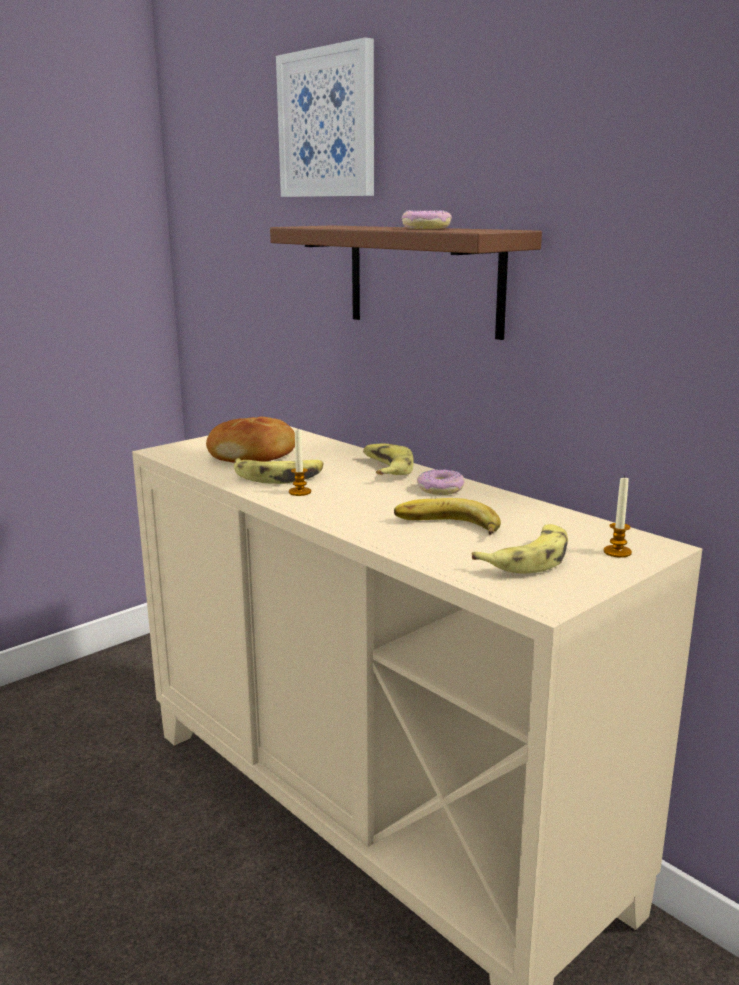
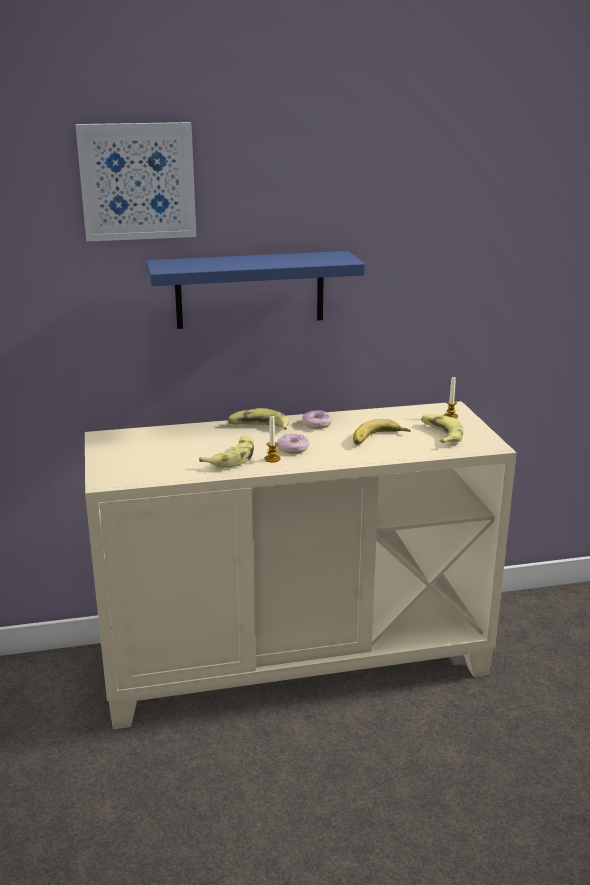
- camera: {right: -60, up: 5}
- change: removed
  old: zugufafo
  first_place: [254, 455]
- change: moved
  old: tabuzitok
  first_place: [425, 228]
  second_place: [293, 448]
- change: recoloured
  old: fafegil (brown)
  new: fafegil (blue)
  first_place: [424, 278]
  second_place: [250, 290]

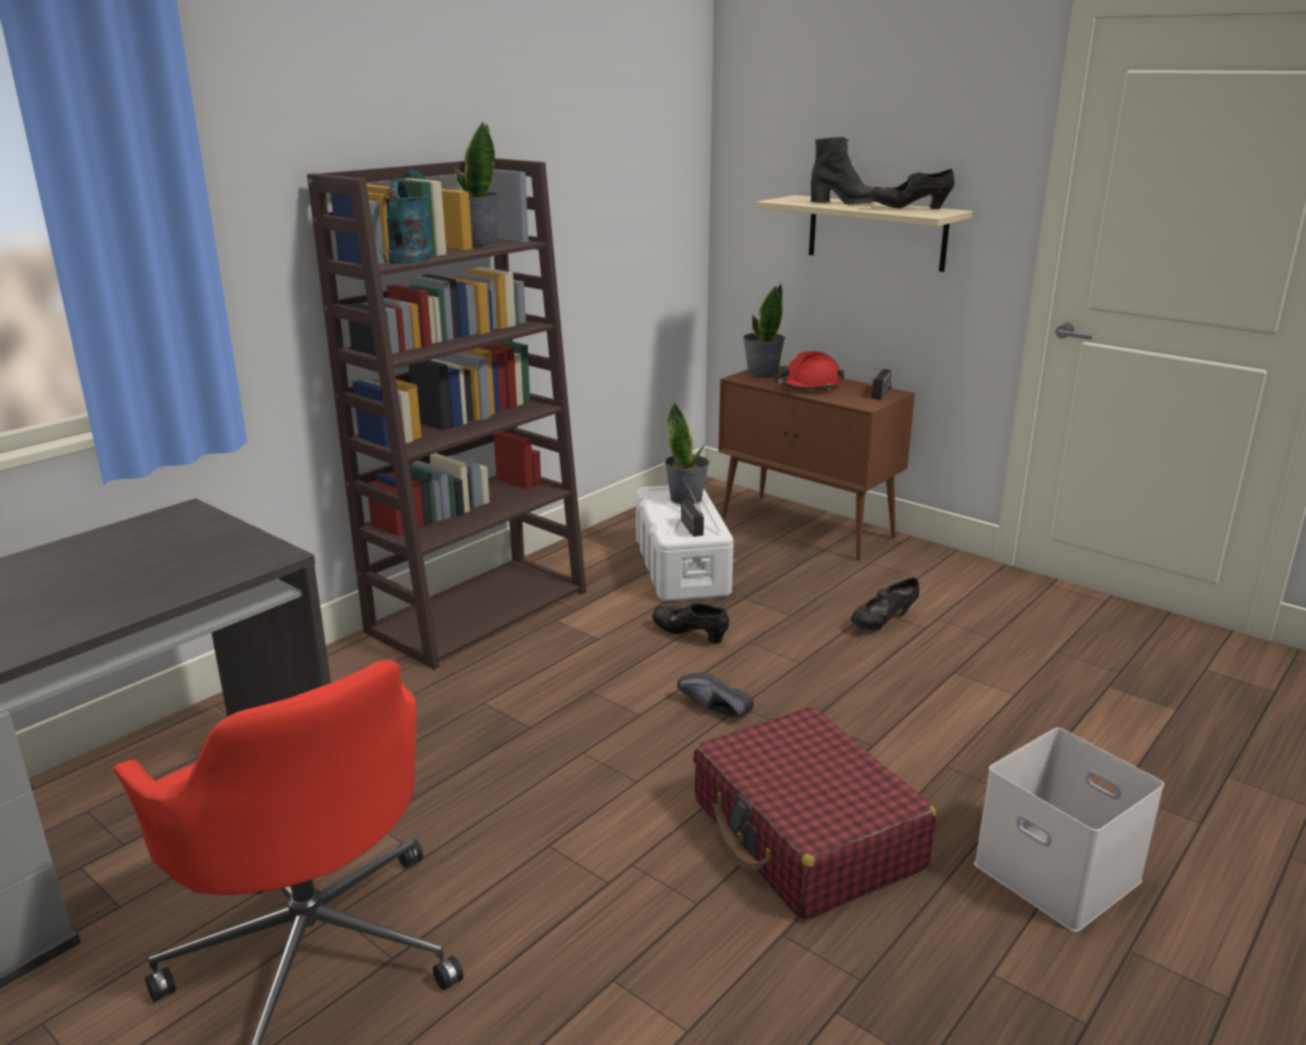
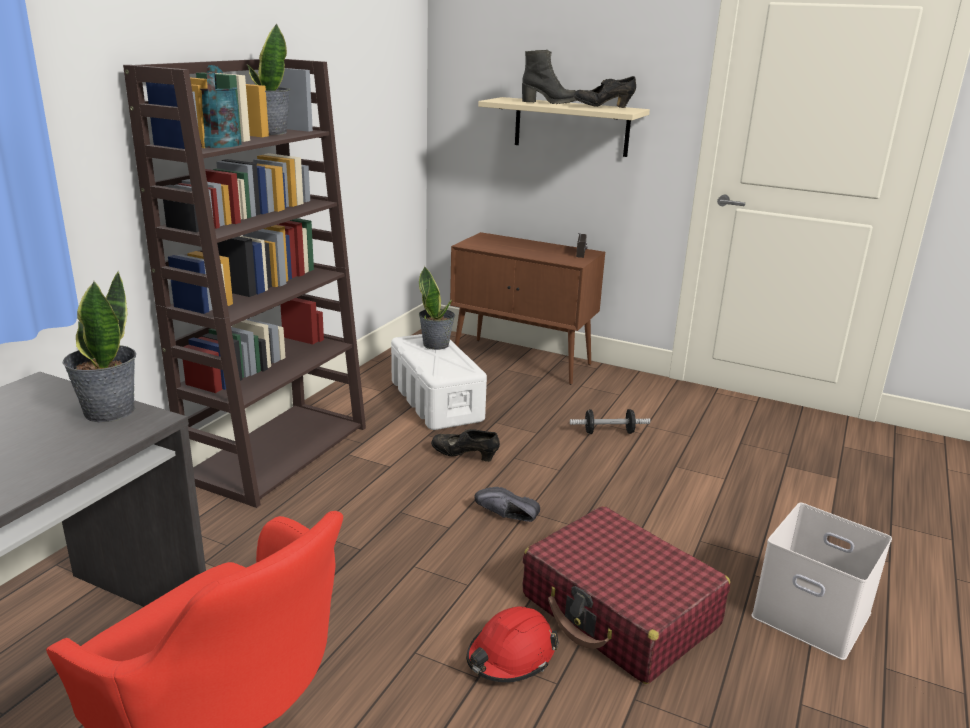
- camera: {right: -15, up: 0}
- change: removed
  old: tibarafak
  first_place: [687, 523]
- change: moved
  old: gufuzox
  first_place: [762, 374]
  second_place: [108, 411]
- change: moved
  old: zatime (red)
  first_place: [808, 386]
  second_place: [511, 656]
- change: replaced
  old: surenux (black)
  new: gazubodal
  first_place: [883, 622]
  second_place: [608, 432]

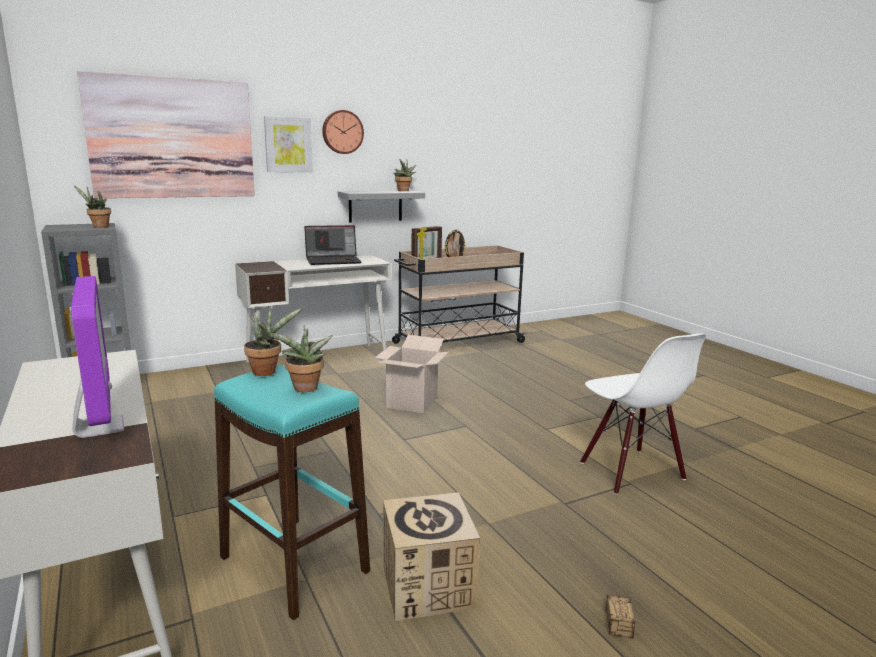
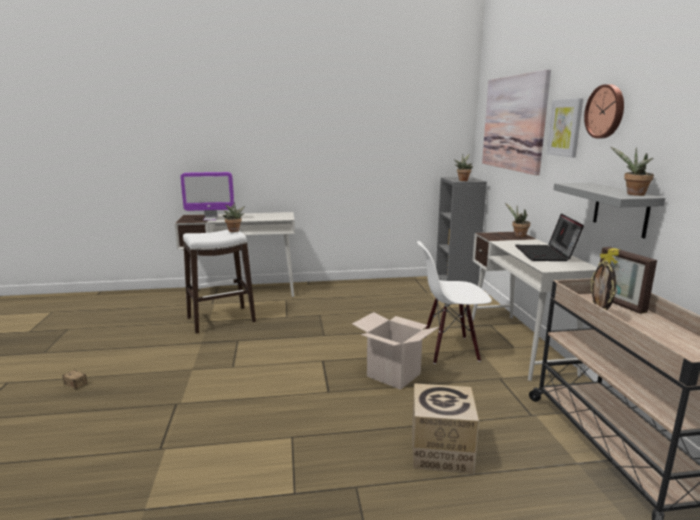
- camera: {right: 110, up: 0}
- change: moved
  old: gufuzox
  first_place: [305, 389]
  second_place: [518, 235]
- change: moved
  old: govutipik
  first_place: [428, 586]
  second_place: [441, 451]
- change: moved
  old: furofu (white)
  first_place: [630, 471]
  second_place: [449, 349]
- change: recoloured
  old: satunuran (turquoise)
  new: satunuran (white)
  first_place: [295, 564]
  second_place: [221, 320]

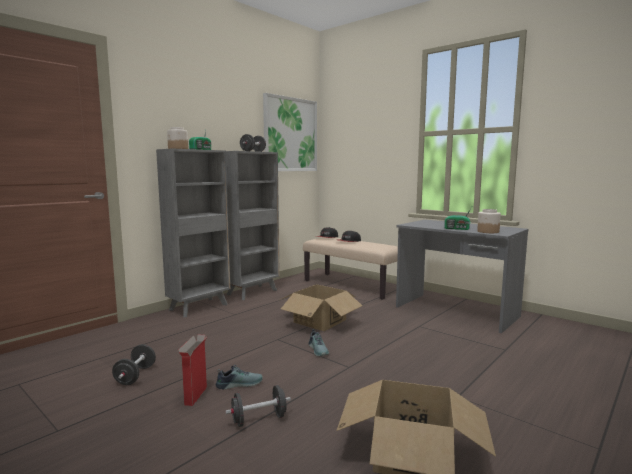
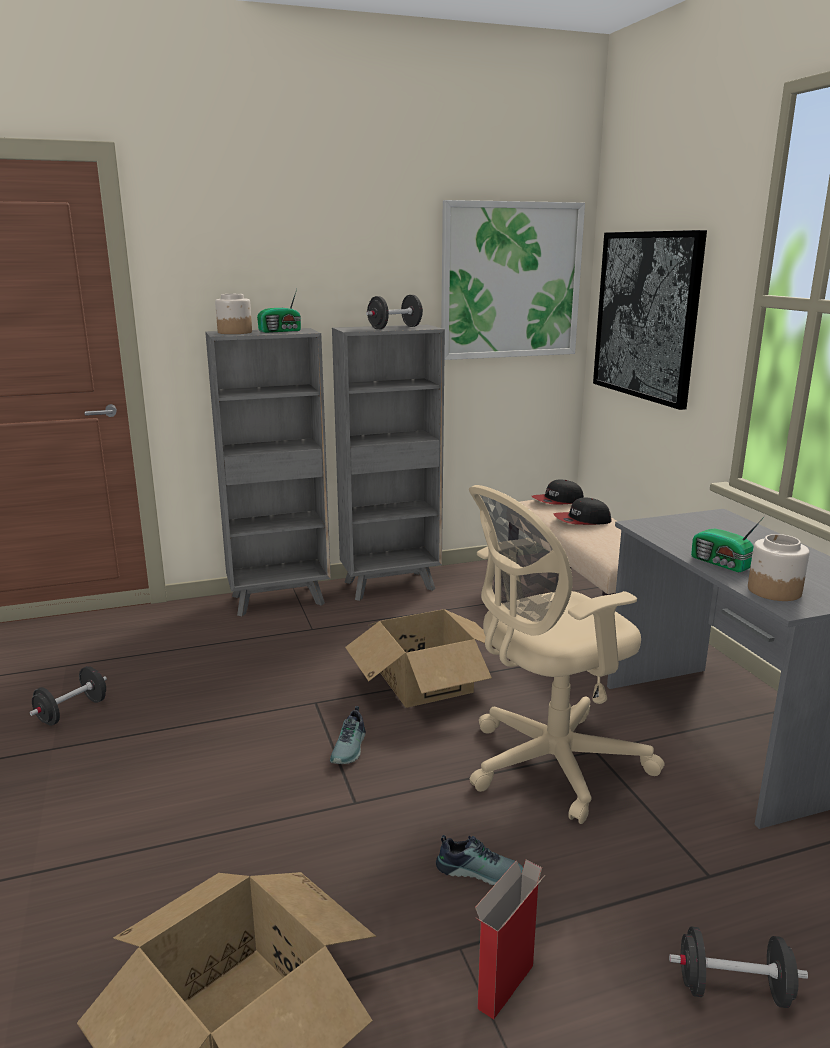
- camera: {right: 30, up: 10}
- change: added
  new: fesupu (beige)
  second_place: [548, 765]
- change: added
  new: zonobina
  second_place: [646, 316]
- change: moved
  old: govutipik
  first_place: [195, 396]
  second_place: [505, 988]
- change: moved
  old: surenux
  first_place: [239, 384]
  second_place: [480, 870]
- change: moved
  old: gazubodal (black)
  first_place: [259, 419]
  second_place: [733, 989]

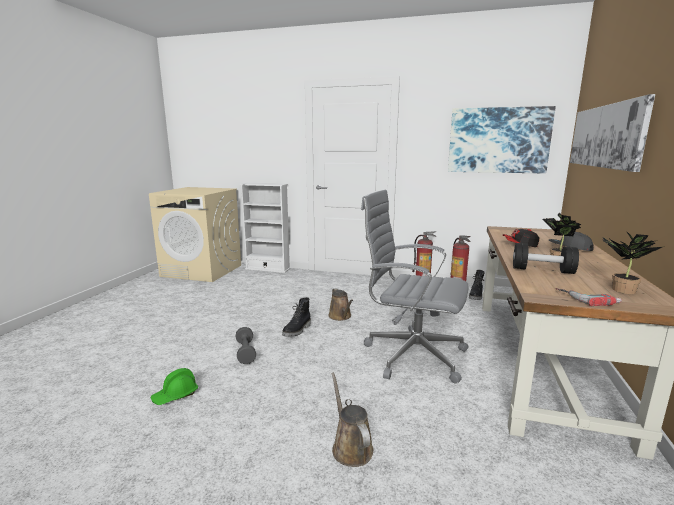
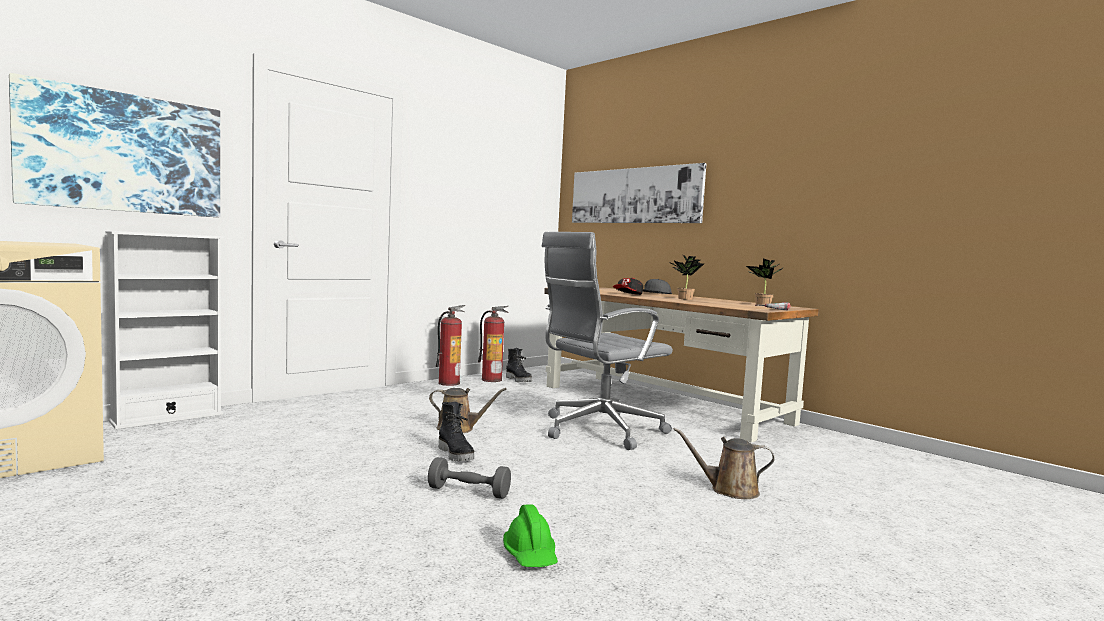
- camera: {right: -60, up: -10}
- change: removed
  old: gazubodal (black)
  first_place: [542, 270]
- change: moved
  old: zonobina
  first_place: [498, 140]
  second_place: [124, 153]

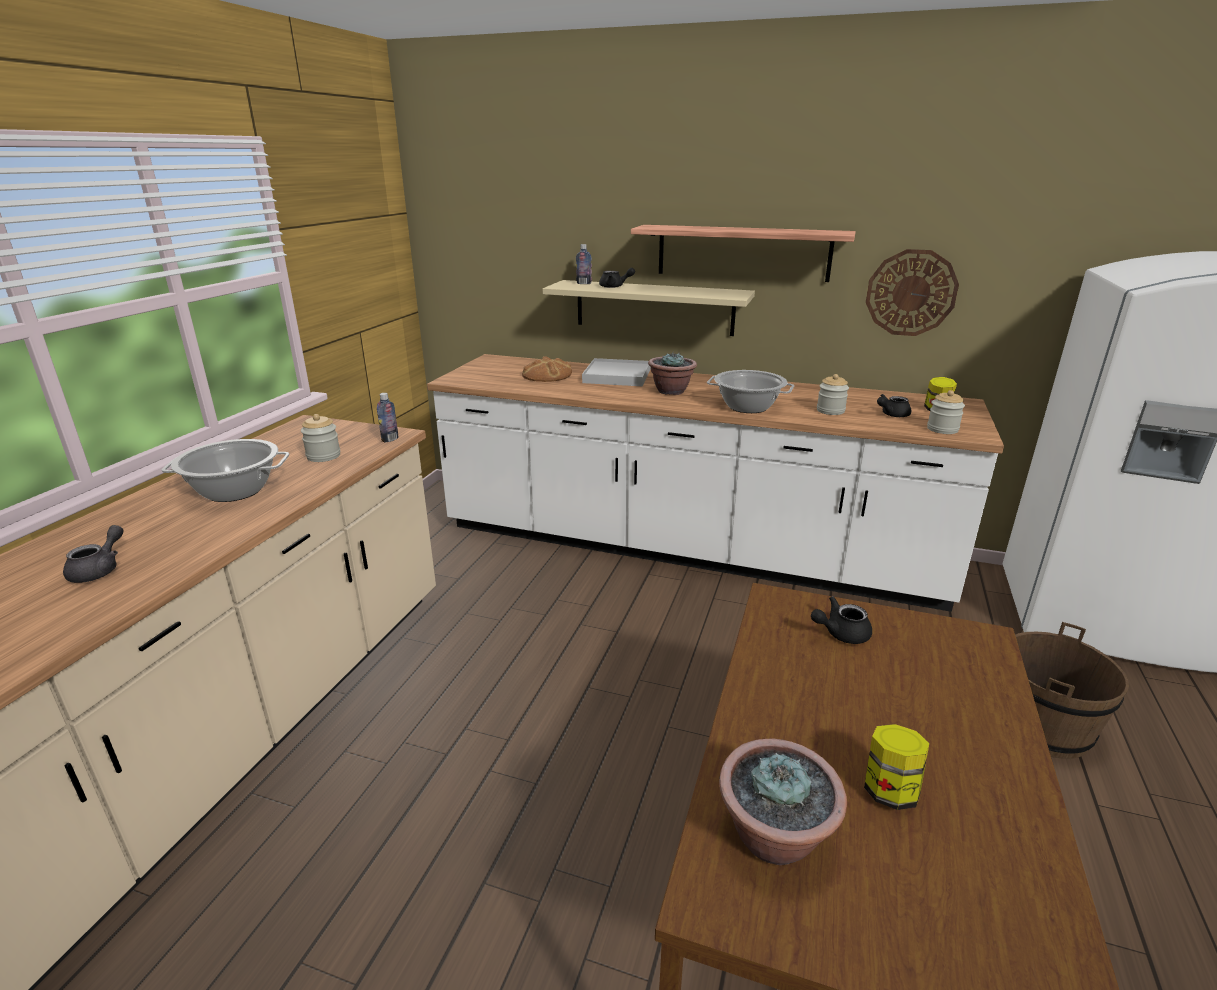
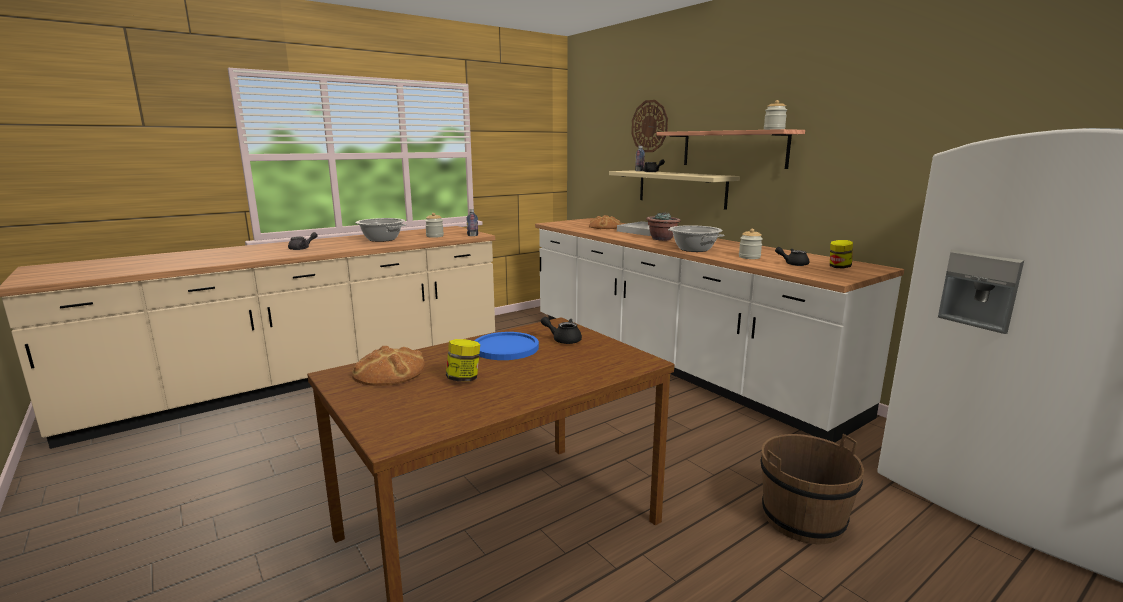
- camera: {right: 35, up: -10}
- change: added
  new: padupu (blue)
  second_place: [506, 348]
- change: moved
  old: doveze
  first_place: [911, 293]
  second_place: [649, 126]
- change: moved
  old: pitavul
  first_place: [942, 429]
  second_place: [774, 129]
- change: replaced
  old: gufuzox
  new: zugufafo
  first_place: [775, 838]
  second_place: [389, 372]

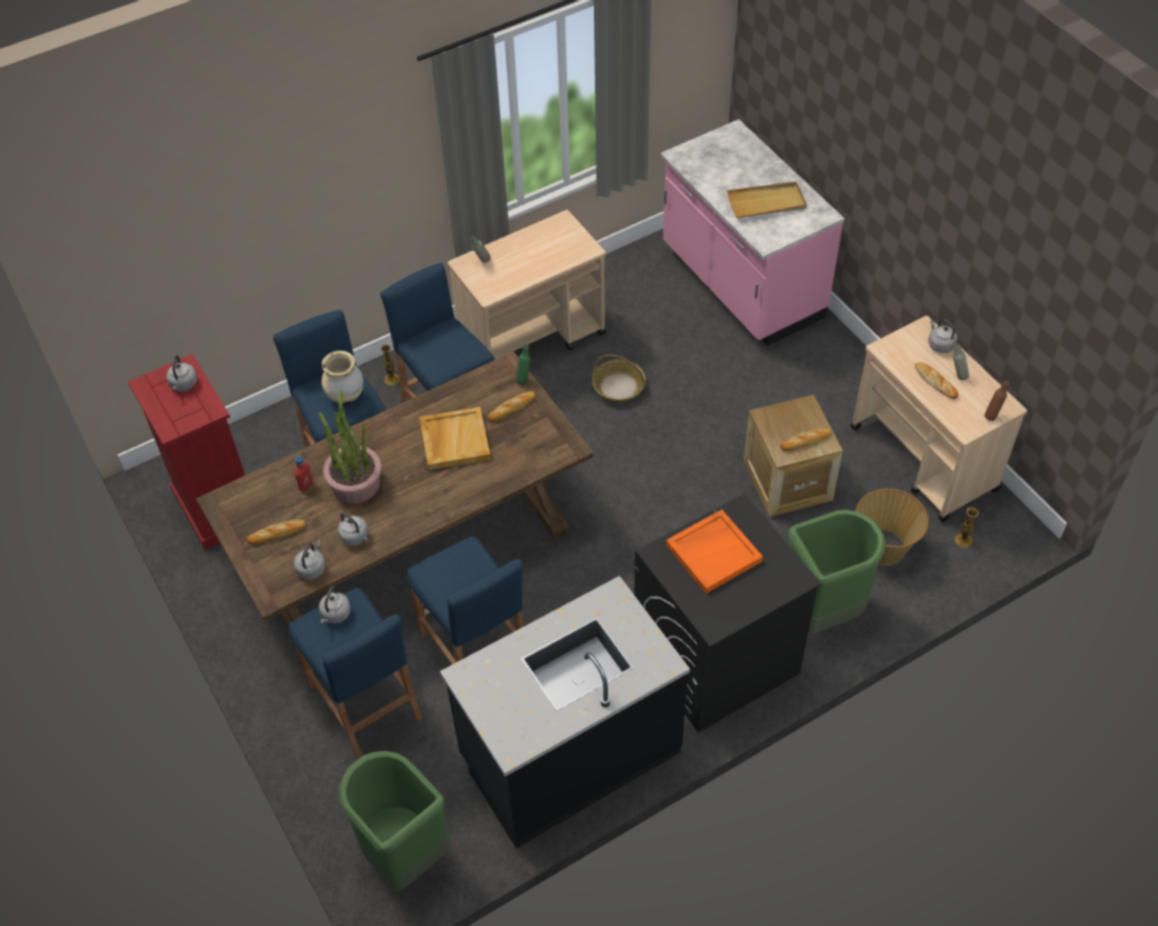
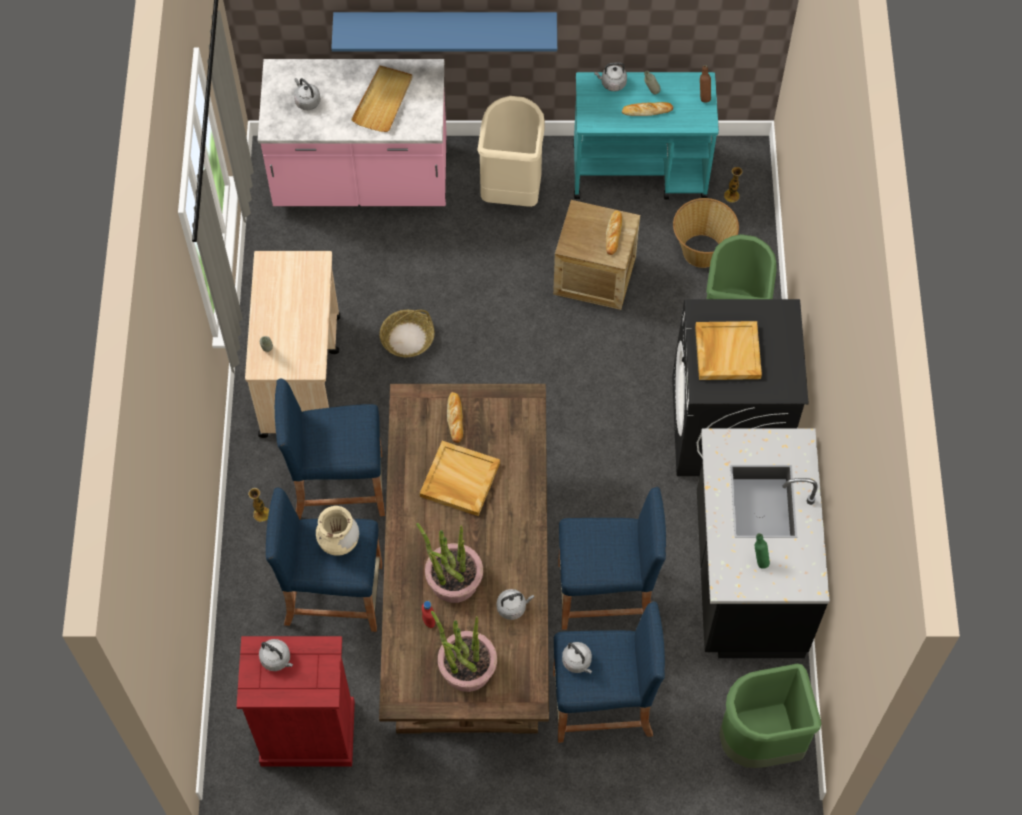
- camera: {right: -60, up: 10}
- change: added
  new: fafegil (blue)
  second_place: [445, 24]
- change: added
  new: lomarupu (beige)
  second_place: [511, 190]
- change: moved
  old: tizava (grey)
  first_place: [312, 568]
  second_place: [307, 101]
- change: moved
  old: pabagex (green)
  first_place: [524, 379]
  second_place: [759, 560]
- change: replaced
  old: zugufafo
  new: gufuzox
  first_place: [277, 534]
  second_place: [466, 668]
- change: recoloured
  old: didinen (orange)
  new: didinen (beige)
  first_place: [713, 552]
  second_place: [727, 352]
- change: recoloured
  old: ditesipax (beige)
  new: ditesipax (turquoise)
  first_place: [924, 459]
  second_place: [640, 171]

